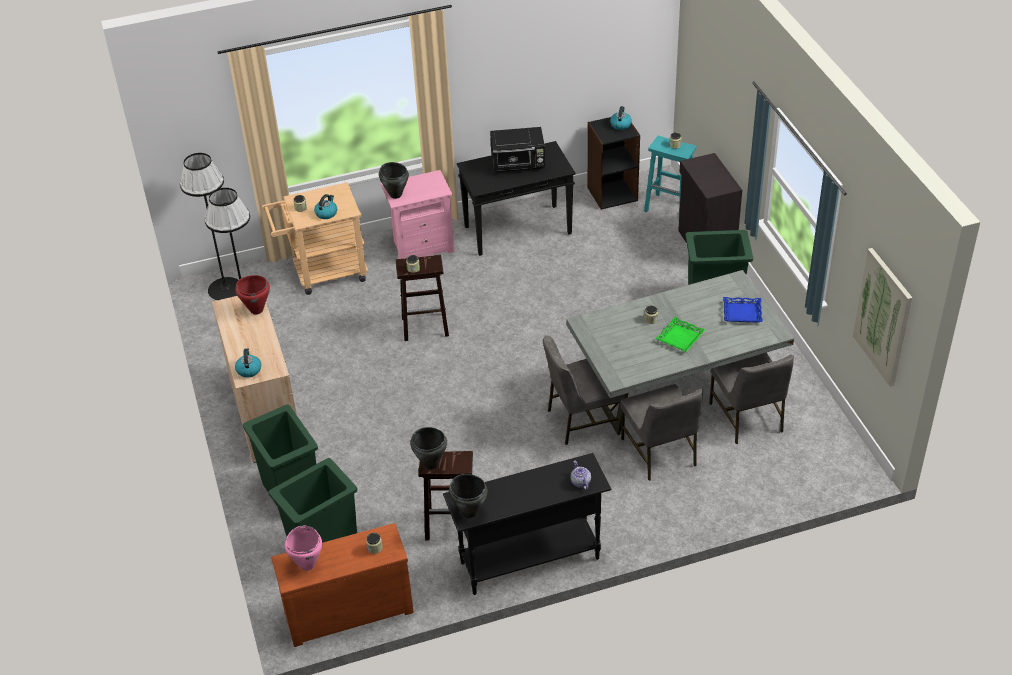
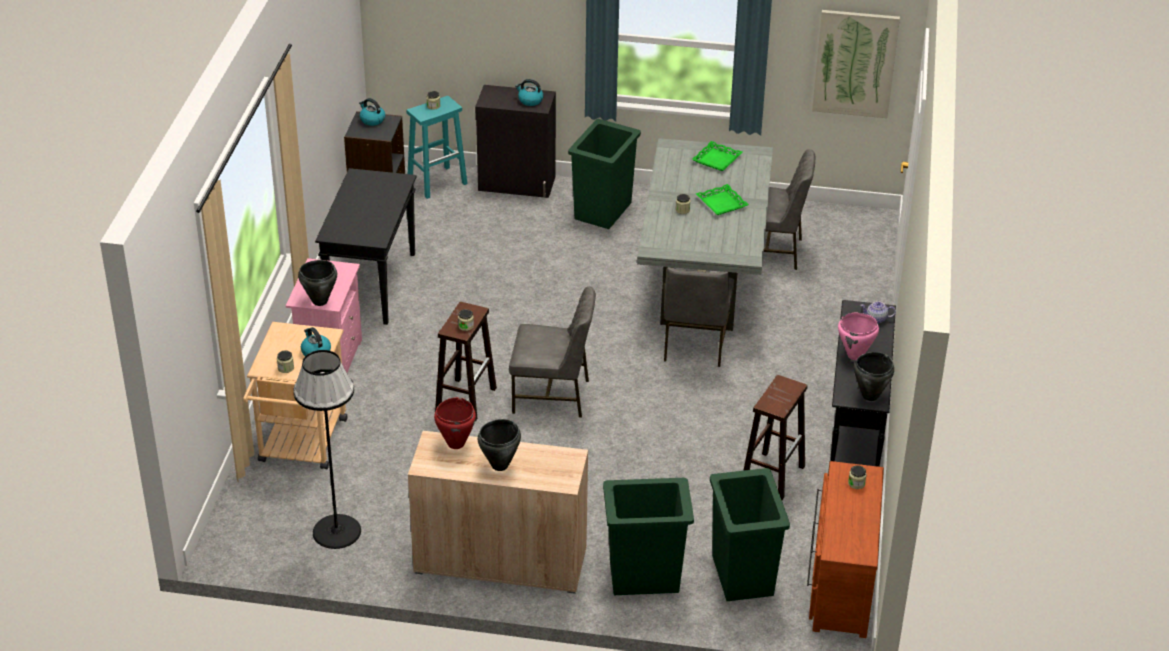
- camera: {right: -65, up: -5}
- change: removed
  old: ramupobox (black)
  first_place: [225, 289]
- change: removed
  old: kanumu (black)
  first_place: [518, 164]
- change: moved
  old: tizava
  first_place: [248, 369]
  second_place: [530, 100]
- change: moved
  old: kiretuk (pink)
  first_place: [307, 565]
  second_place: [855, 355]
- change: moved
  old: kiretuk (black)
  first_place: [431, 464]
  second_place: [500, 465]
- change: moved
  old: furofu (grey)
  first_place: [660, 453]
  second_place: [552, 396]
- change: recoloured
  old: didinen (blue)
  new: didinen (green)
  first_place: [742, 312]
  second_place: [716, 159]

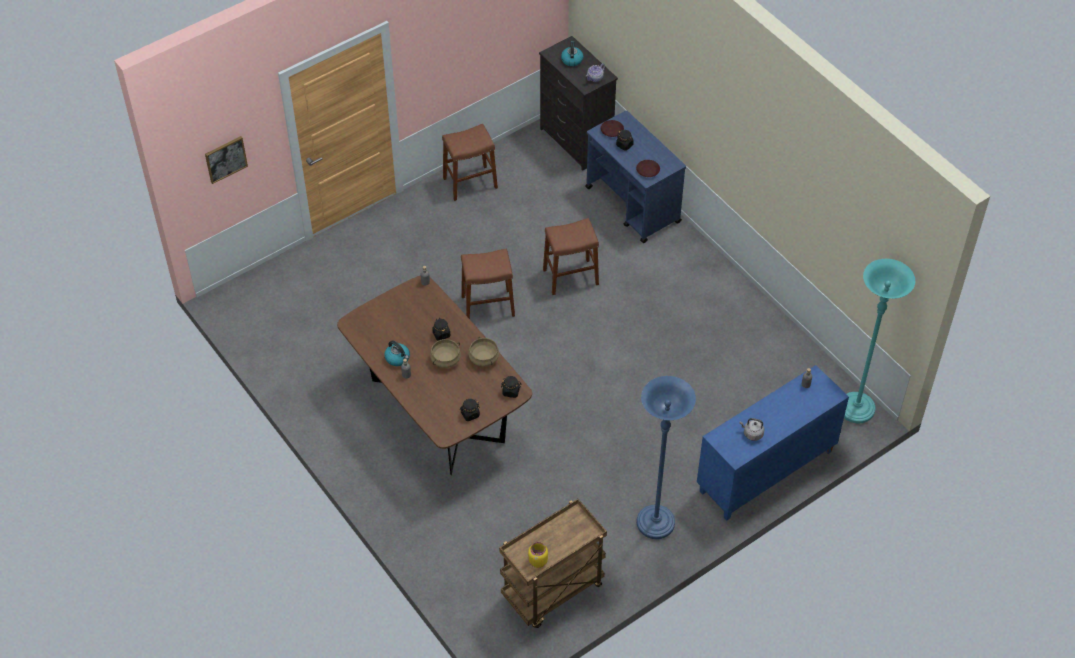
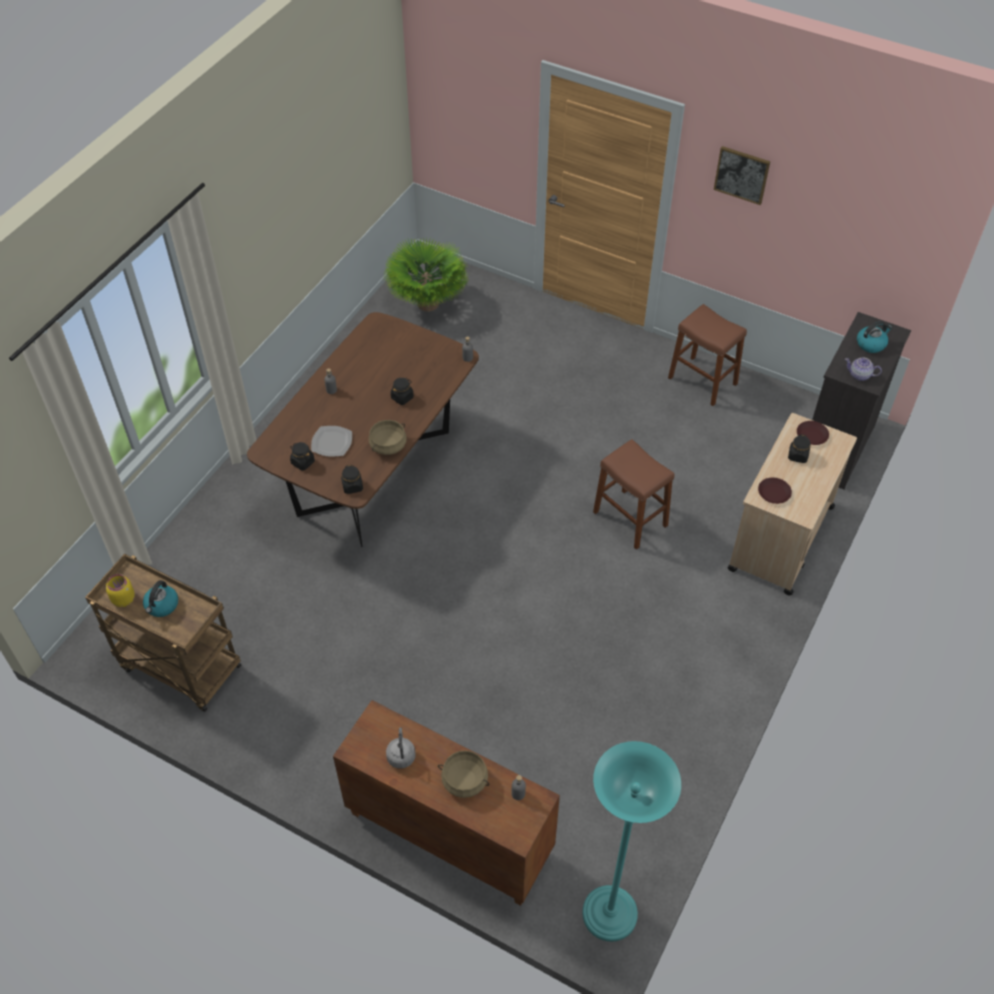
- camera: {right: 65, up: 0}
- change: removed
  old: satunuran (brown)
  first_place: [488, 306]
- change: removed
  old: ramupobox (blue)
  first_place: [655, 523]
- change: added
  new: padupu
  second_place: [331, 442]
- change: added
  new: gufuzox
  second_place: [428, 303]
- change: moved
  old: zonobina
  first_place: [225, 159]
  second_place: [742, 174]
- change: moved
  old: tizava
  first_place: [398, 358]
  second_place: [162, 606]
- change: moved
  old: kiretuk (beige)
  first_place: [445, 359]
  second_place: [464, 780]
- change: recoloured
  old: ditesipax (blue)
  new: ditesipax (beige)
  first_place: [633, 205]
  second_place: [780, 538]
- change: recoloured
  old: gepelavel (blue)
  new: gepelavel (brown)
  first_place: [765, 472]
  second_place: [447, 834]

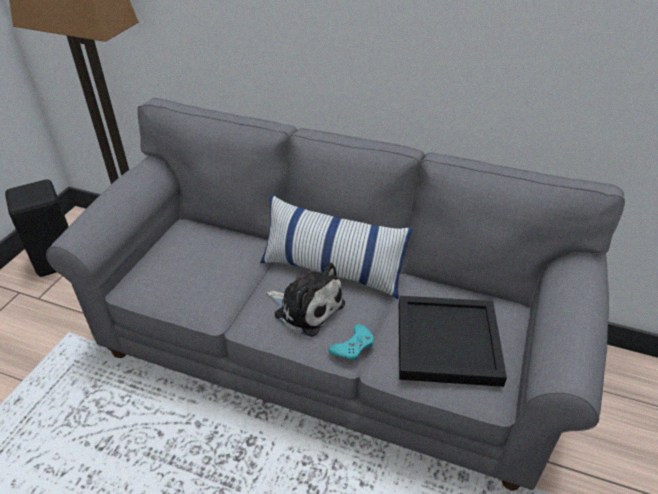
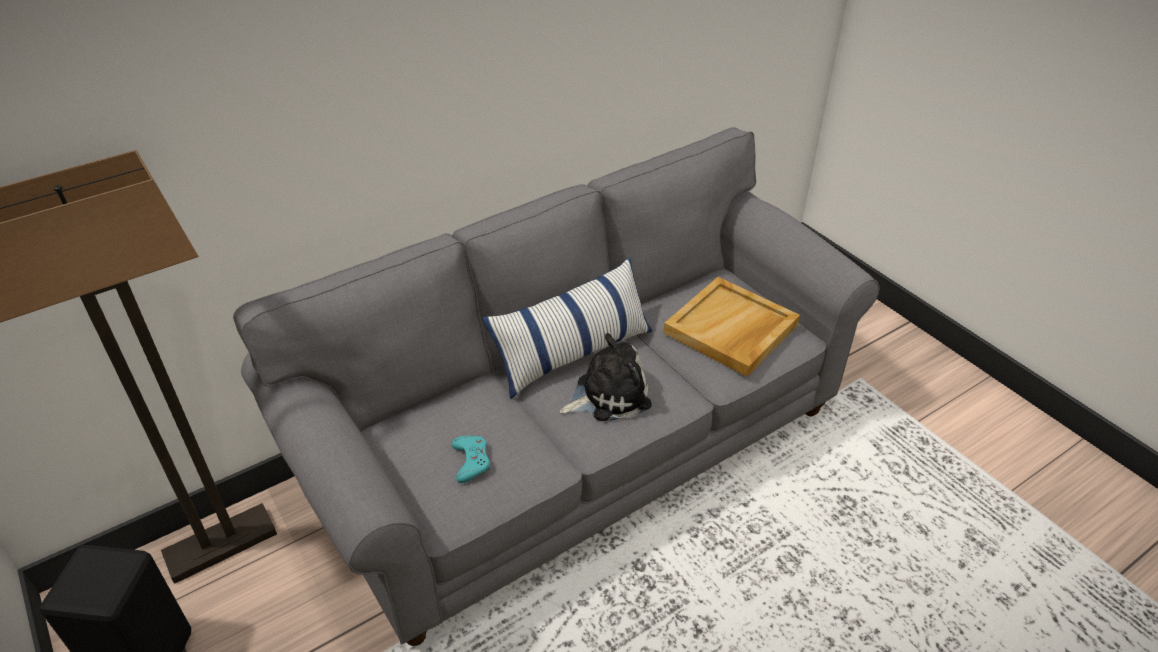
- camera: {right: -55, up: 0}
- change: moved
  old: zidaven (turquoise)
  first_place: [353, 346]
  second_place: [471, 461]
- change: recoloured
  old: didinen (black)
  new: didinen (beige)
  first_place: [446, 343]
  second_place: [731, 330]

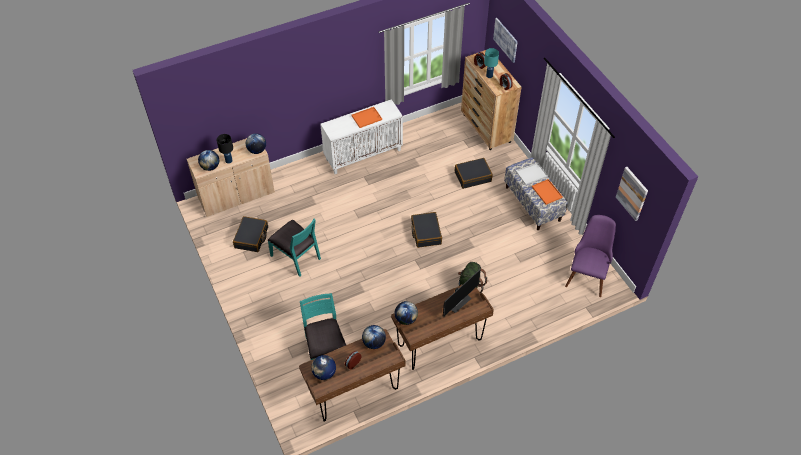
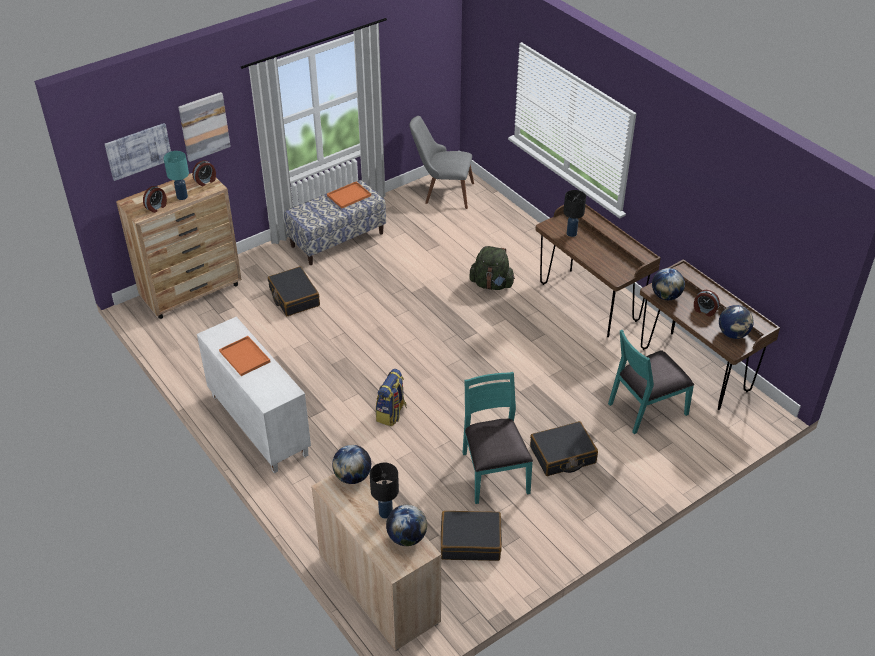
- camera: {right: -100, up: -10}
- change: removed
  old: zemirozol
  first_place: [406, 319]
- change: removed
  old: didinen (white)
  first_place: [531, 174]
- change: added
  new: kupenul
  second_place: [391, 414]
- change: moved
  old: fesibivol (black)
  first_place: [426, 233]
  second_place: [562, 455]
- change: moved
  old: zonobina
  first_place: [632, 193]
  second_place: [204, 126]
- change: replaced
  old: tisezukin
  new: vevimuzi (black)
  first_place: [457, 301]
  second_place: [571, 233]
- change: recoloured
  old: furofu (purple)
  new: furofu (grey)
  first_place: [587, 273]
  second_place: [442, 192]
- change: turned
  old: furofu (turquoise)
  first_place: [296, 256]
  second_place: [493, 472]
  degrees: -45

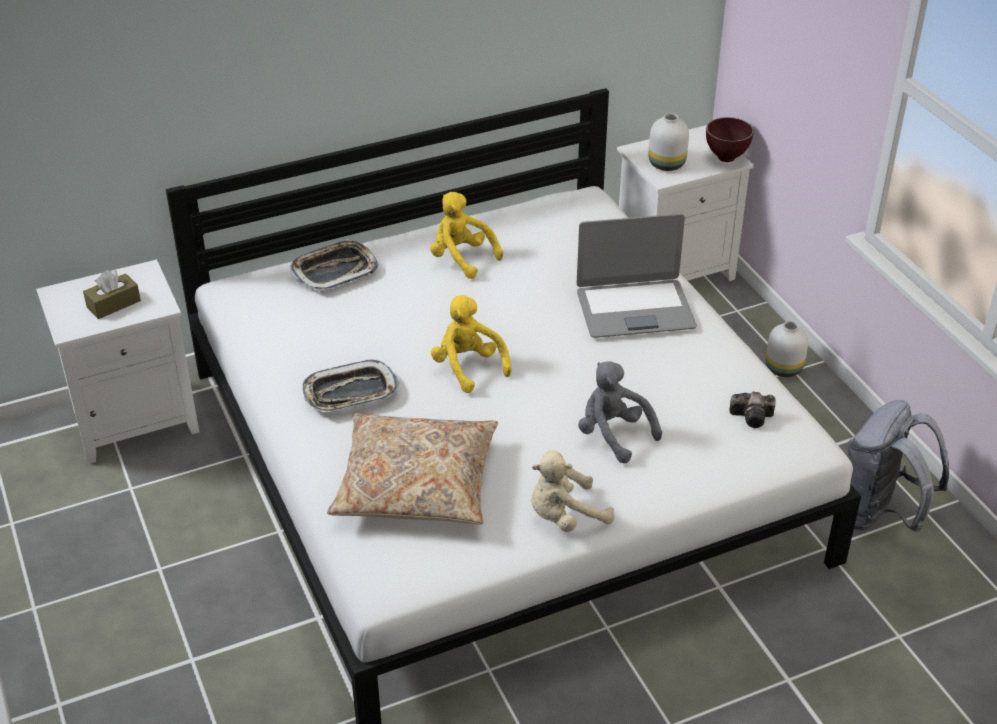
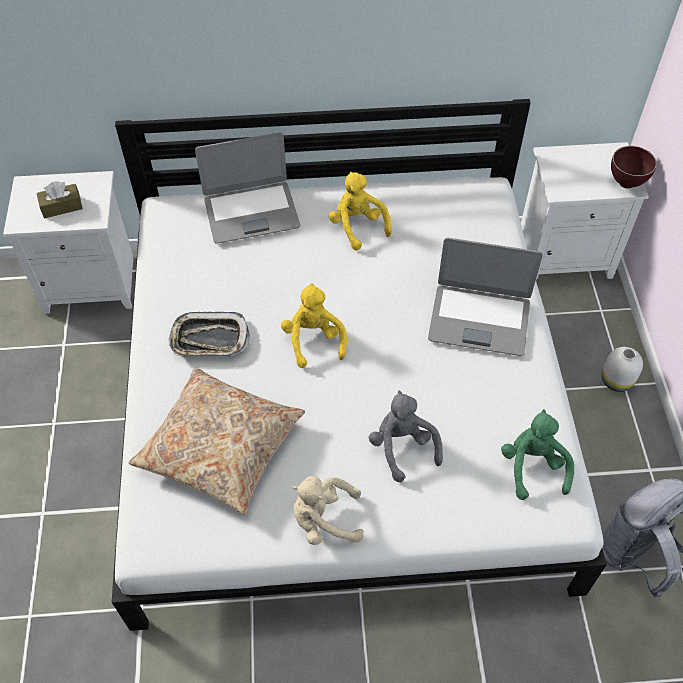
- camera: {right: 20, up: 15}
- change: removed
  old: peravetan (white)
  first_place: [665, 164]
- change: replaced
  old: didinen
  new: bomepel
  first_place: [334, 271]
  second_place: [251, 212]
- change: replaced
  old: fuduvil
  new: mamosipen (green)
  first_place: [753, 417]
  second_place: [533, 467]

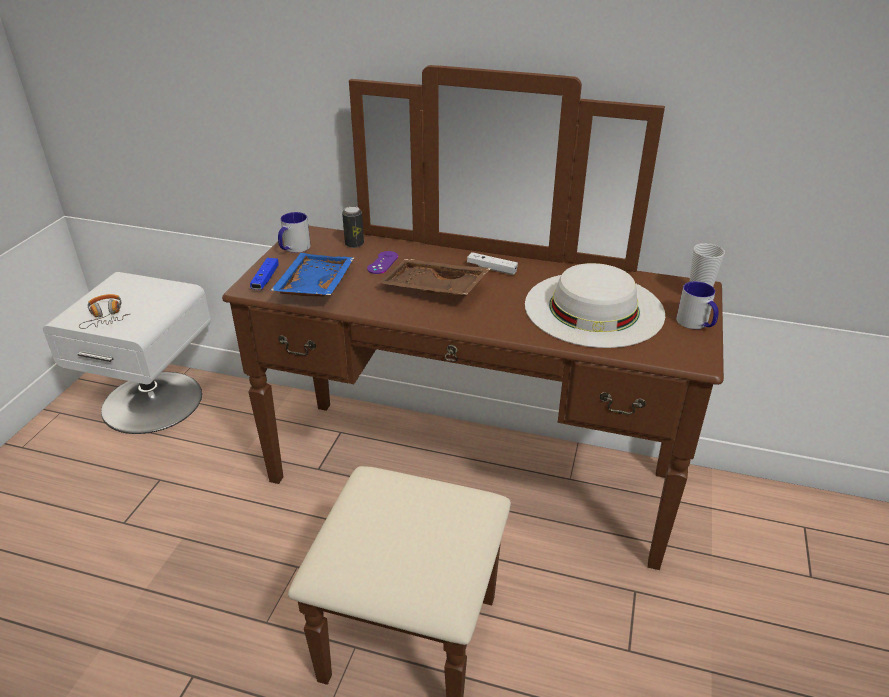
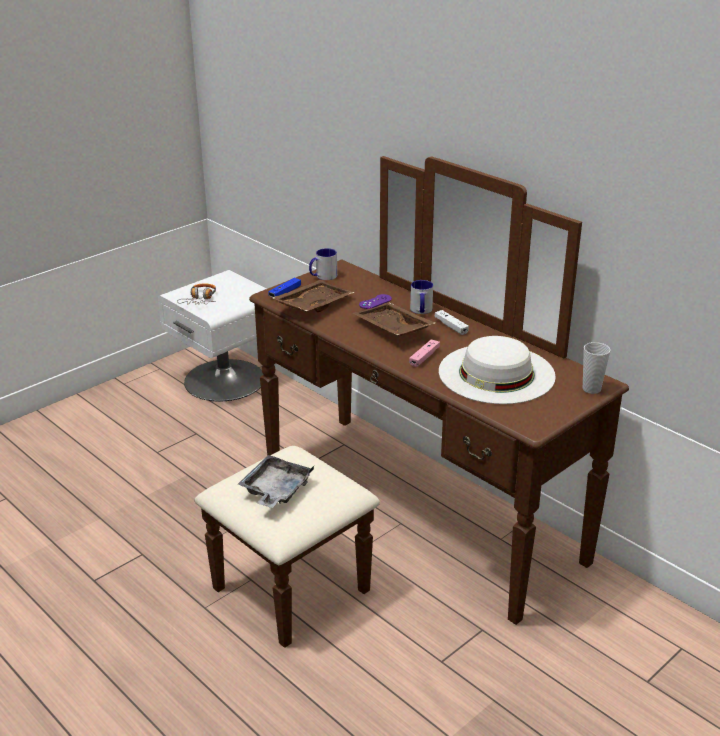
- camera: {right: 30, up: -5}
- change: removed
  old: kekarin
  first_place: [354, 244]
- change: added
  new: didinen (grey)
  second_place: [275, 490]
- change: added
  new: zidaven (pink)
  second_place: [424, 357]
- change: moved
  old: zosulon
  first_place: [696, 324]
  second_place: [421, 311]
- change: recoloured
  old: didinen (blue)
  new: didinen (brown)
  first_place: [313, 286]
  second_place: [312, 305]

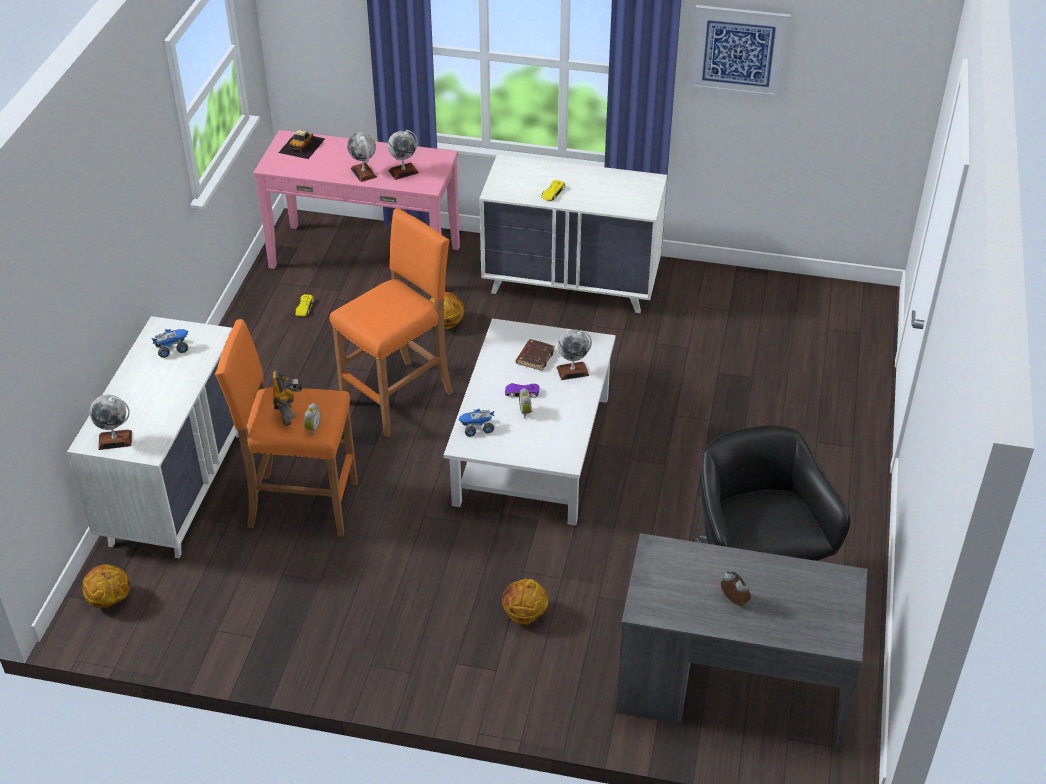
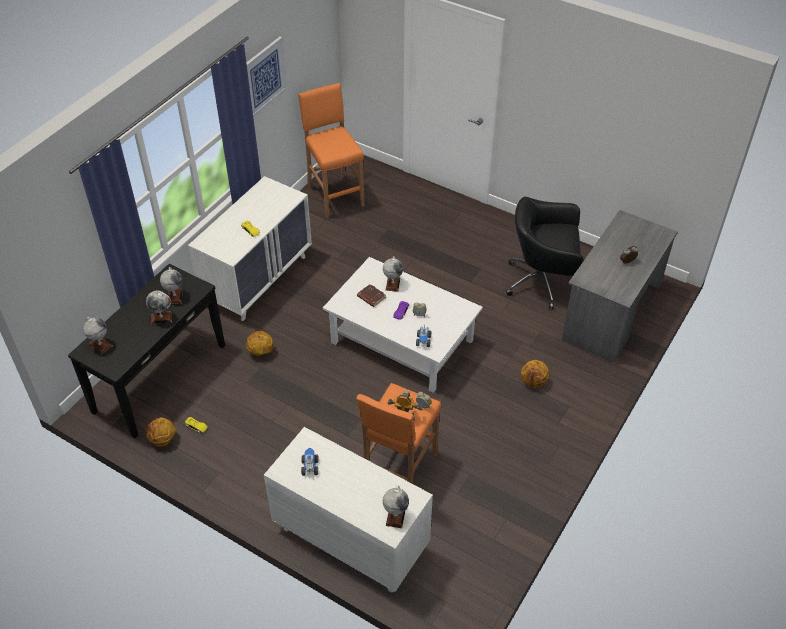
- camera: {right: -70, up: 5}
- change: moved
  old: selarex
  first_place: [109, 600]
  second_place: [162, 440]
- change: moved
  old: satunuran (orange)
  first_place: [399, 397]
  second_place: [335, 195]
- change: replaced
  old: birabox
  new: zemirozol
  first_place: [302, 145]
  second_place: [100, 345]
- change: recoloured
  old: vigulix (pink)
  new: vigulix (black)
  first_place: [365, 256]
  second_place: [159, 378]

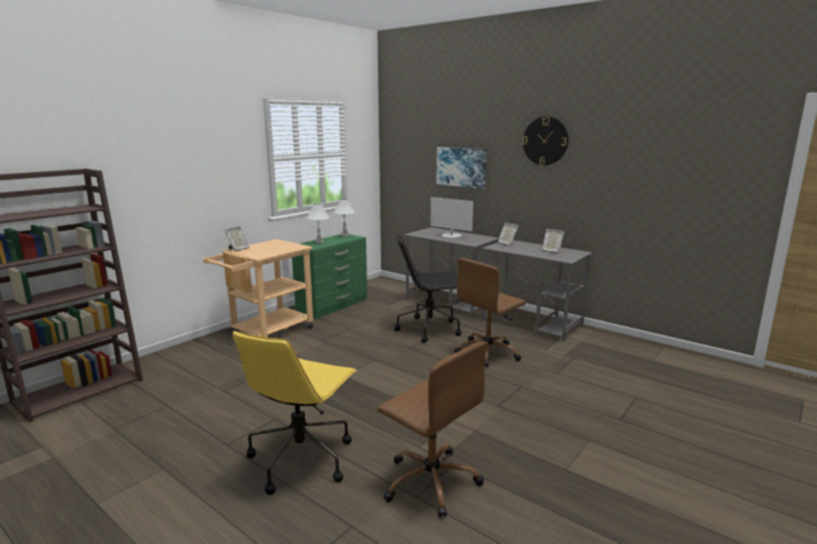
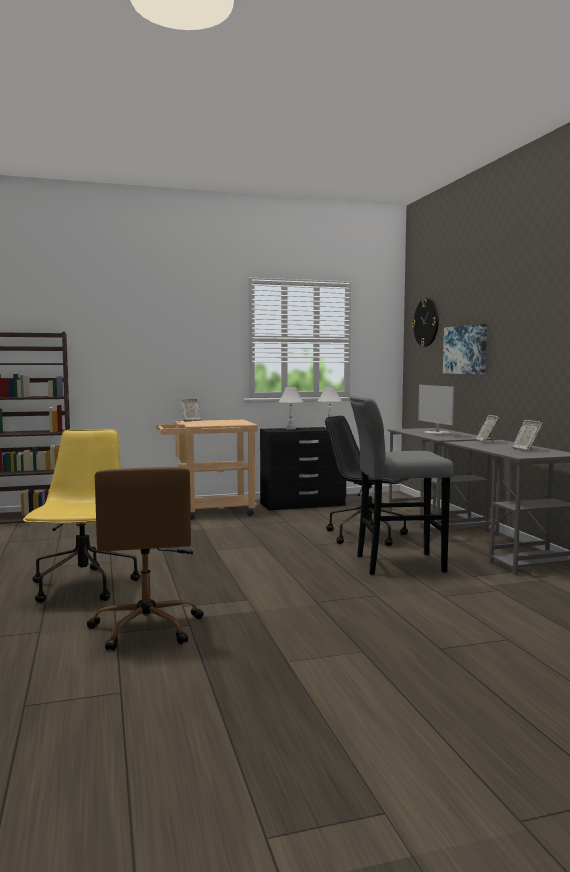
- camera: {right: 35, up: -10}
- change: moved
  old: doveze
  first_place: [545, 141]
  second_place: [426, 322]
- change: replaced
  old: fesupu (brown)
  new: satunuran (grey)
  first_place: [488, 352]
  second_place: [395, 564]
- change: recoloured
  old: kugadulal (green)
  new: kugadulal (black)
  first_place: [333, 305]
  second_place: [303, 504]
- change: turned
  old: fesupu (yellow)
  first_place: [301, 458]
  second_place: [83, 587]
  degrees: 120

